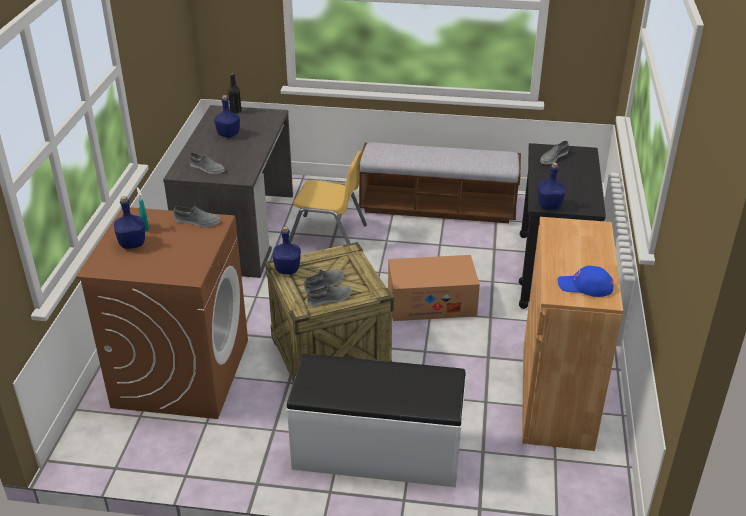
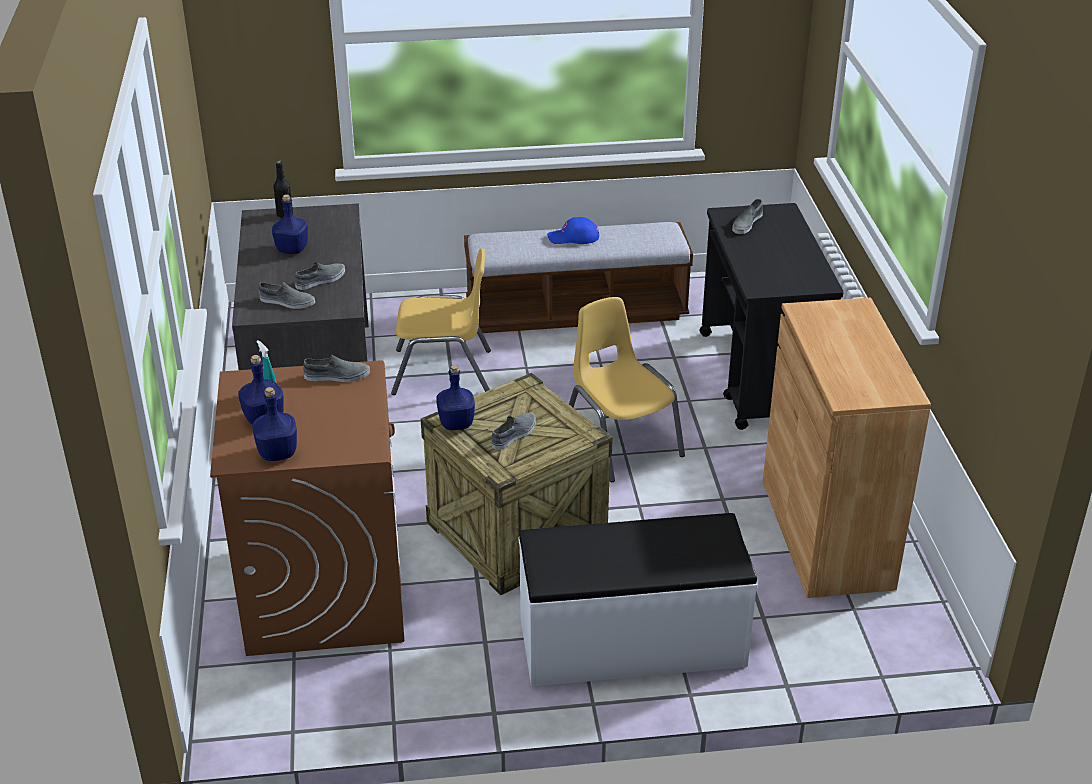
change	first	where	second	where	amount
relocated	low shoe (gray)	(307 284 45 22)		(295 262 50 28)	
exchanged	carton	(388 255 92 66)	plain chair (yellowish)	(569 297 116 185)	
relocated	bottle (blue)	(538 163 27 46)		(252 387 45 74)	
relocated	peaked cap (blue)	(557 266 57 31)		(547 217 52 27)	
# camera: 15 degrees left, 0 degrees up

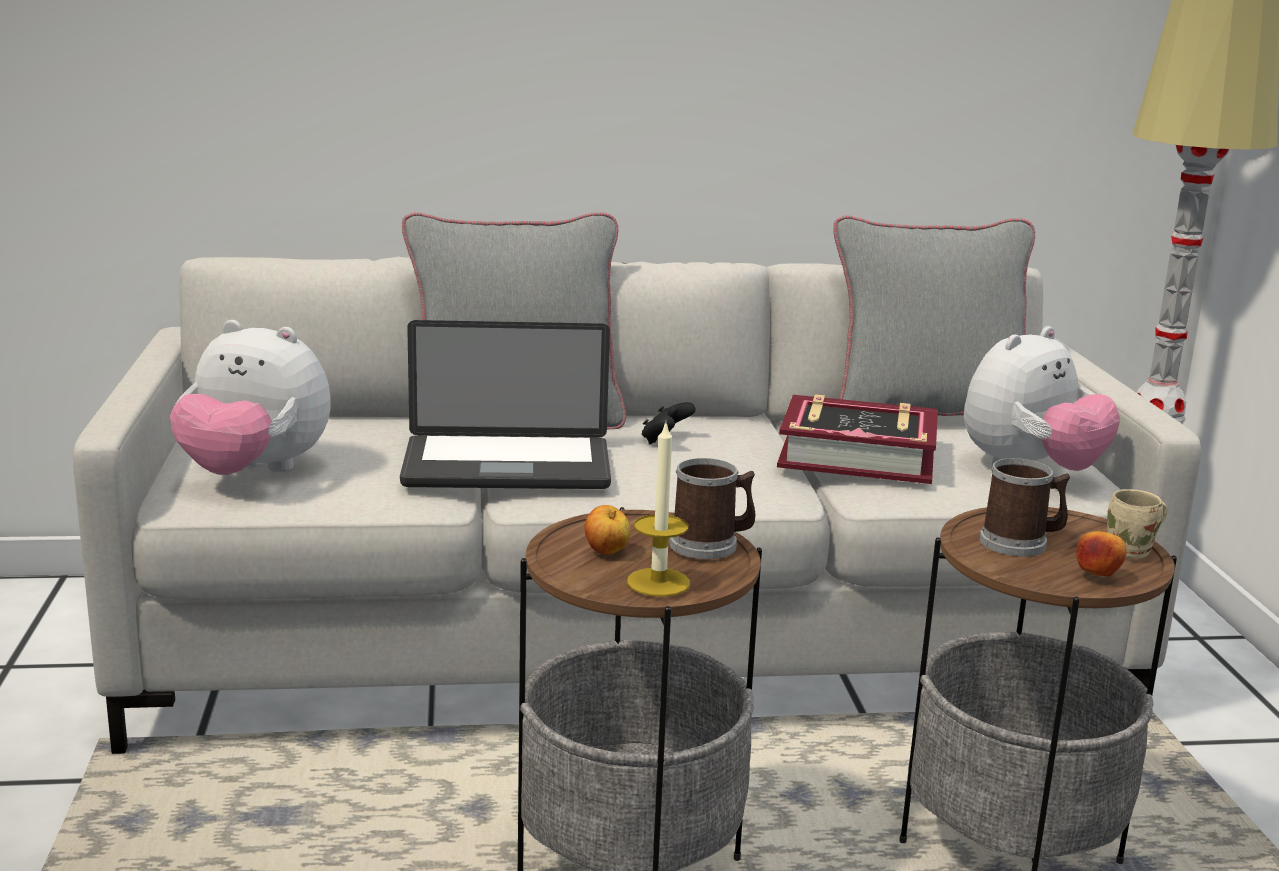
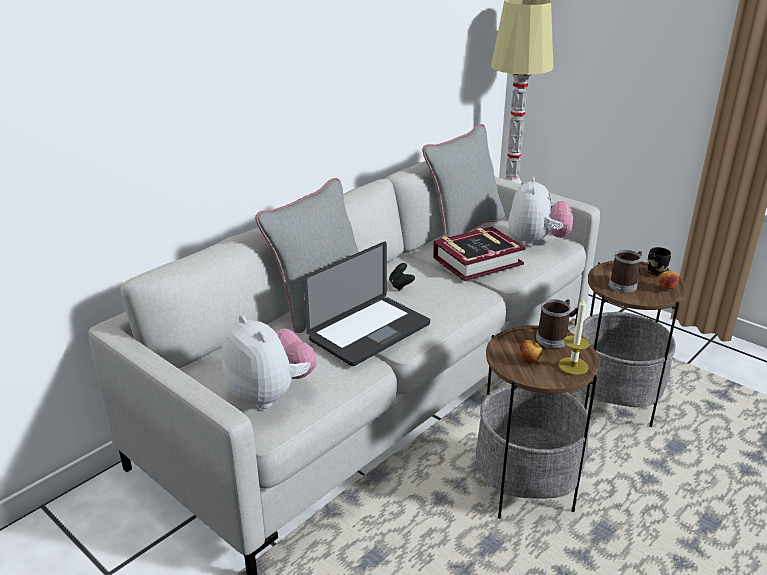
change	first	where	second	where	amount
spun	plush toy	(170 320 161 155)		(222 315 95 94)	105 degrees counterclockwise
colour	coffee mug (sand-coloured)	(1107 489 60 70)	coffee mug (black-coloured)	(648 247 23 29)	
# camera: 40 degrees left, 10 degrees up

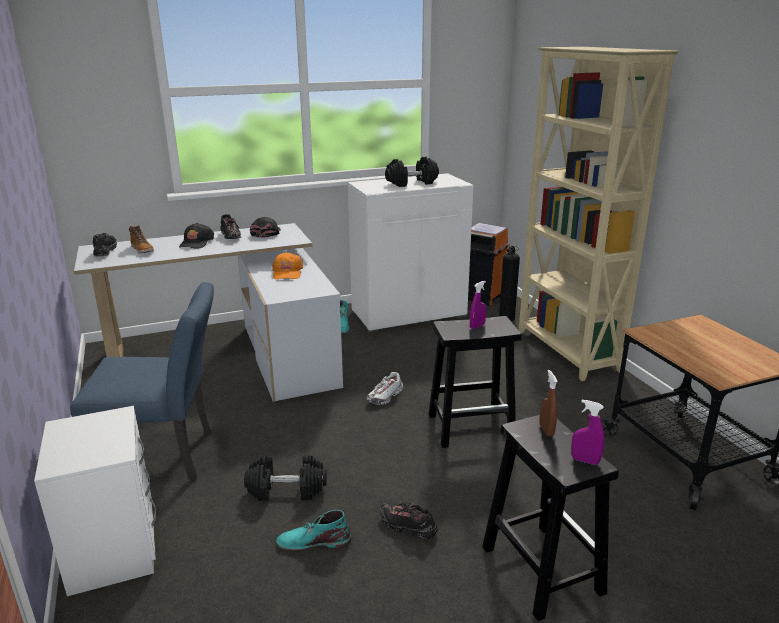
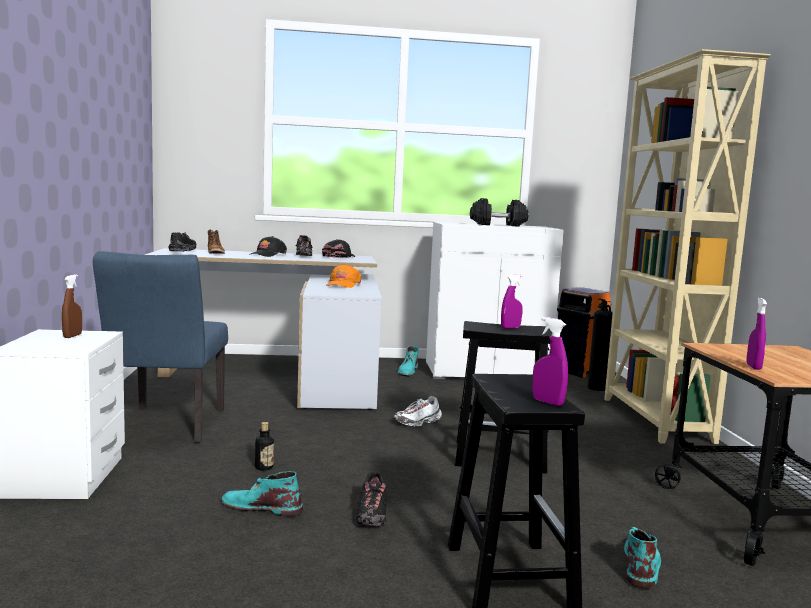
change	first	where	second	where	amount
spun	plain chair (blue)	(70 282 144 199)		(93 251 135 192)	75 degrees clockwise
exchanged	hand weight (black-coloured)	(244 455 83 46)	bottle	(255 422 19 49)	
spun	low shoe (black-coloured)	(379 503 59 37)		(356 472 31 54)	135 degrees counterclockwise
relocated	hand sprayer (brown-coloured)	(539 370 19 67)		(62 274 20 64)	
appeared			high-top boot (turquoise)	(624 527 37 61)	
appeared			hand sprayer (purplish)	(746 298 21 72)	
# camera: 15 degrees right, 15 degrees down

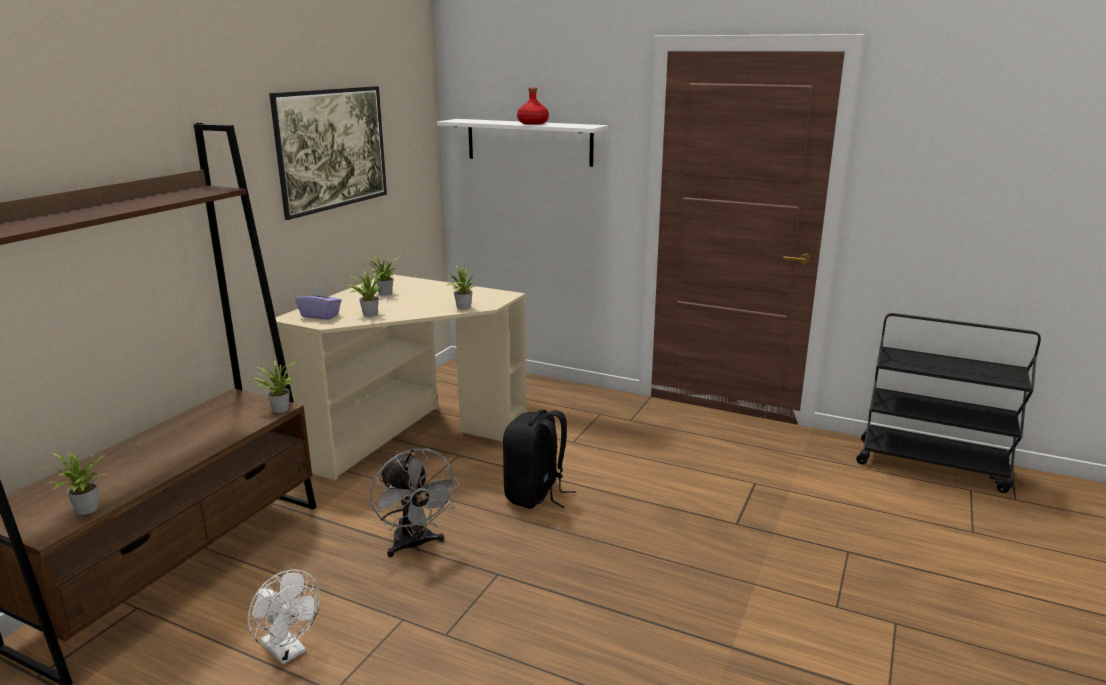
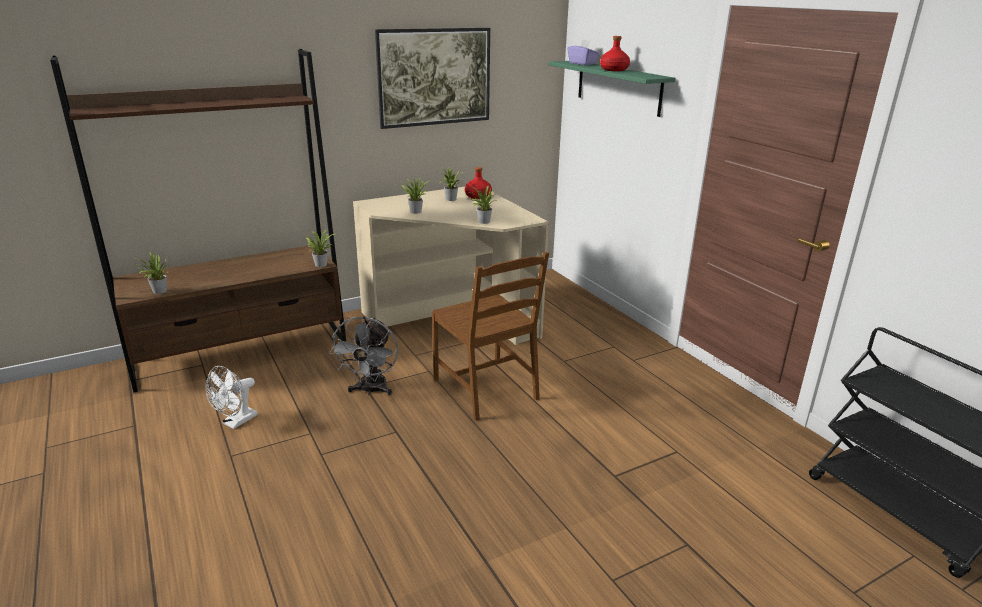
change	first	where	second	where	amount
spun	electric fan (whitish)	(248 570 72 95)		(205 366 53 63)	45 degrees clockwise
relocated	box of tissues (purplish)	(295 285 47 35)		(567 40 32 25)	
colour	shelf (whitish)	(437 119 171 48)	shelf (green-coloured)	(548 61 127 56)	
exchanged	backpack (black-coloured)	(503 410 73 99)	plain chair (brown-coloured)	(432 252 117 169)	
appeared			bottle (red-coloured)	(465 167 27 32)	
# camera: 35 degrees right, 5 degrees up

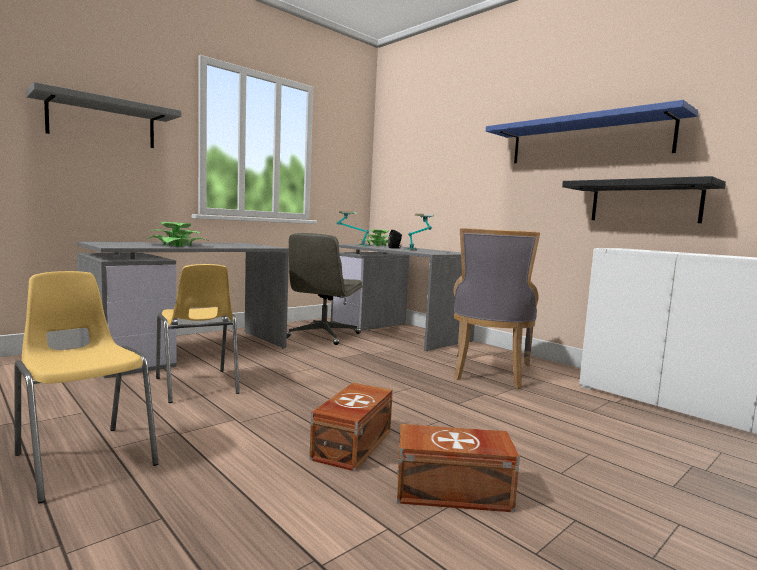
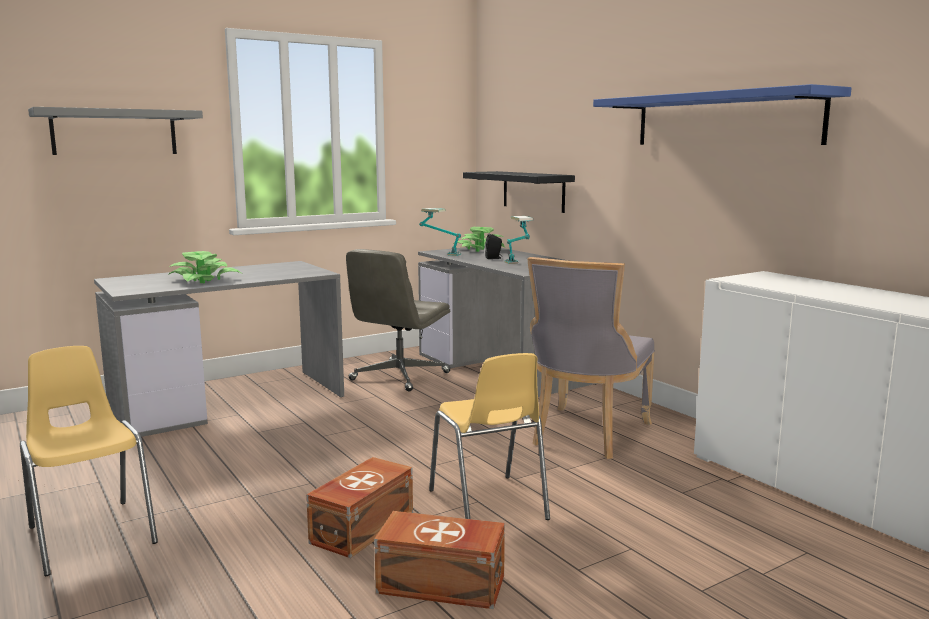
change	first	where	second	where	amount
relocated	plain chair (yellowish)	(156 264 84 139)		(429 353 121 167)	
relocated	shelf (black-coloured)	(562 176 164 47)		(463 171 112 42)	
# camera: 10 degrees right, 5 degrees up

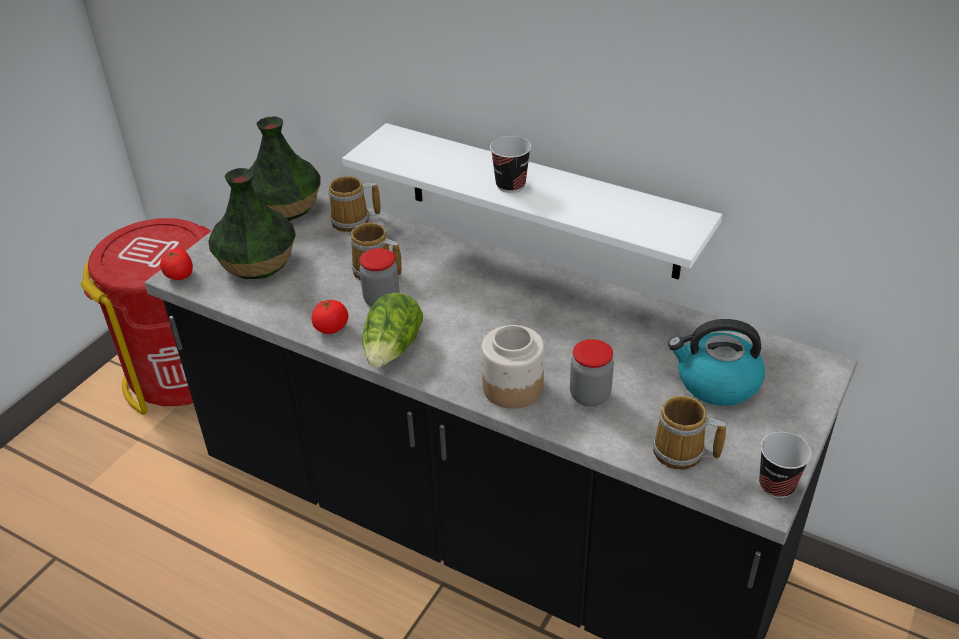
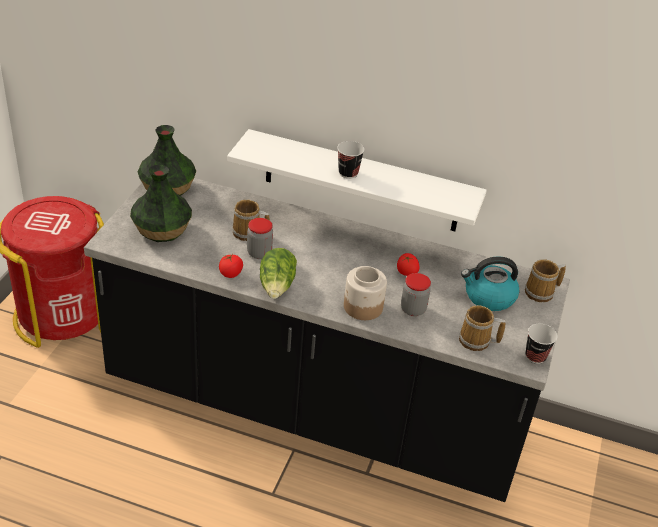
change	first	where	second	where	amount
relocated	tomato	(160 248 33 32)		(397 253 22 23)	
relocated	coffee mug	(328 176 52 56)		(525 259 41 43)	
# camera: 15 degrees left, 0 degrees up

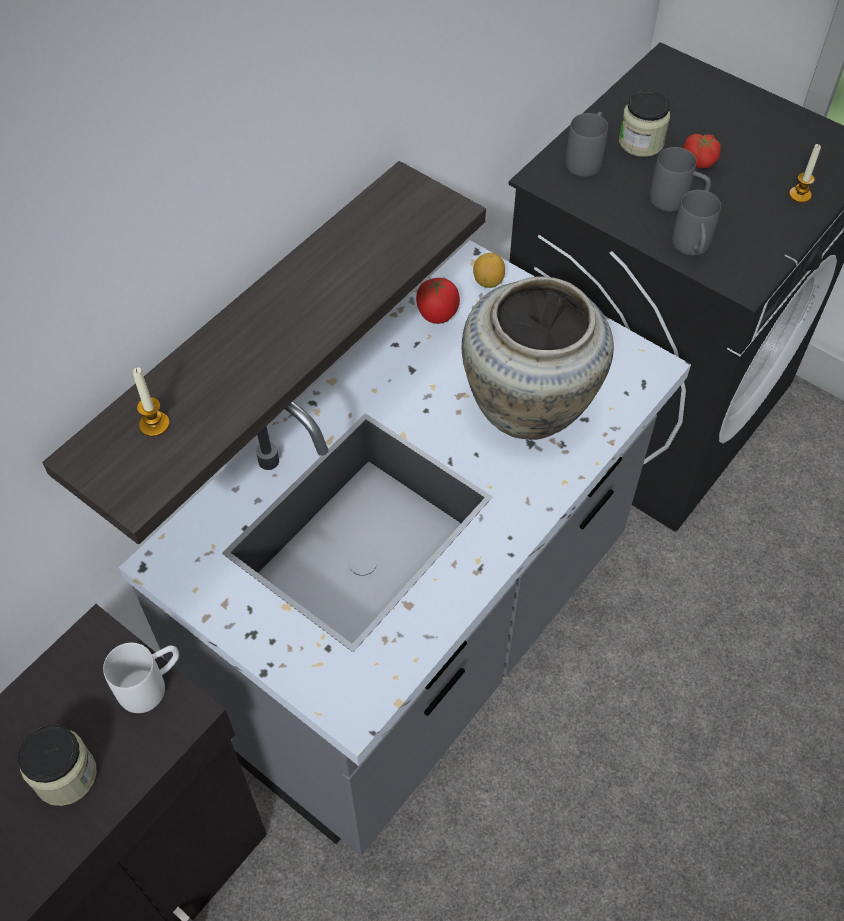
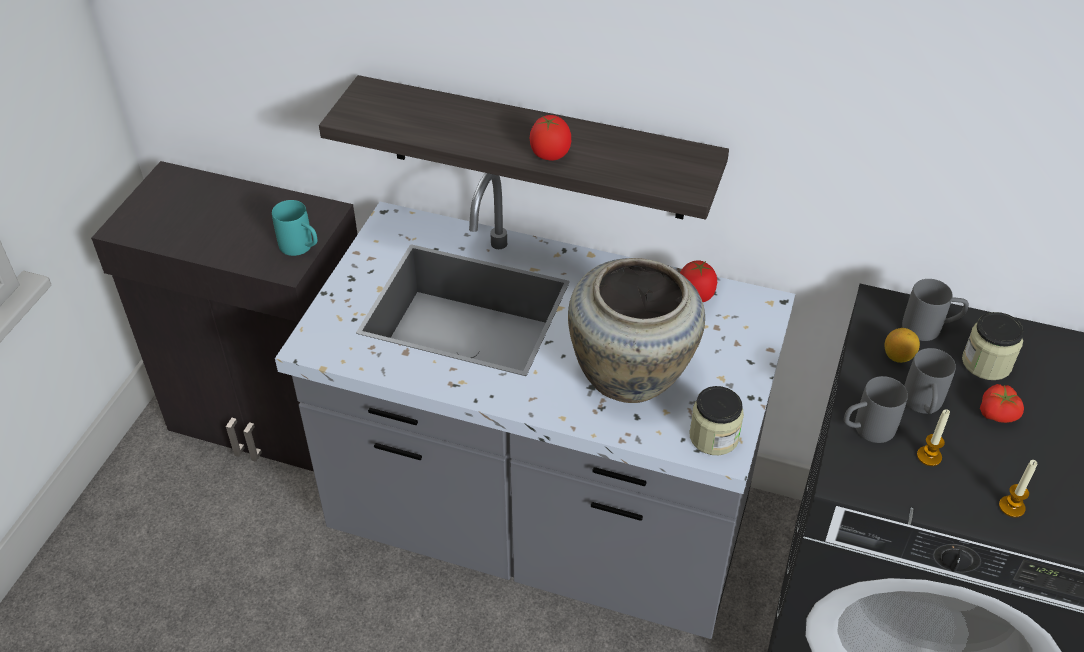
change	first	where	second	where	amount
relocated	storage jar	(18 725 79 81)		(690 386 54 69)	
colour	coffee mug (whitish)	(103 643 76 70)	coffee mug (turquoise)	(272 200 45 56)	
relocated	wax light	(133 367 37 70)		(917 409 33 57)	
relocated	citrus fruit	(473 253 32 35)		(884 328 36 35)	
appeared			tomato	(530 115 41 46)	
# camera: 70 degrees right, 10 degrees down

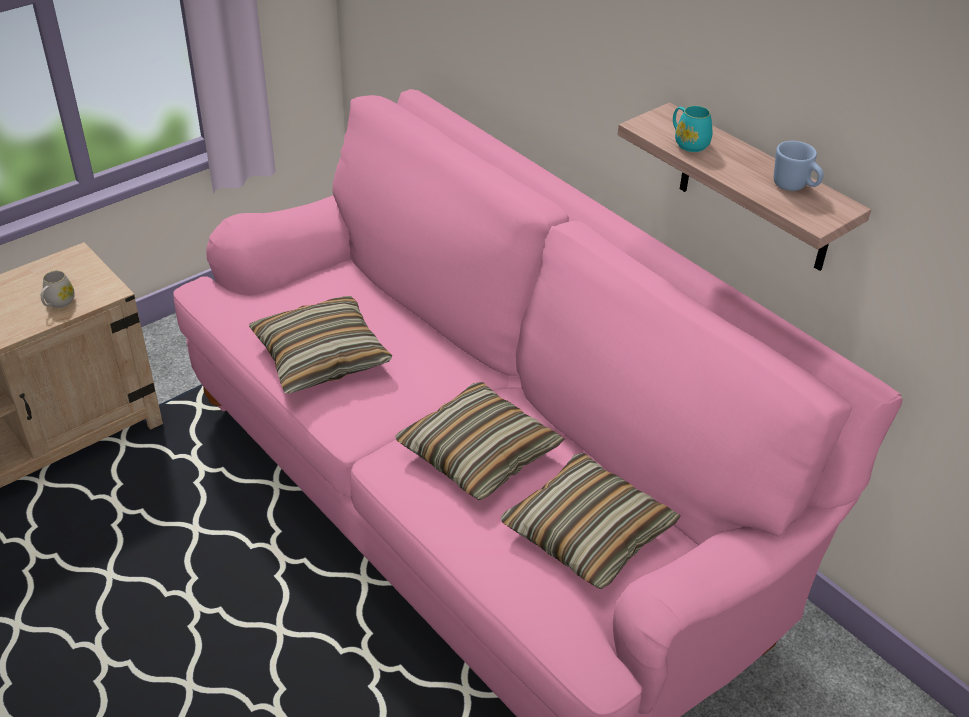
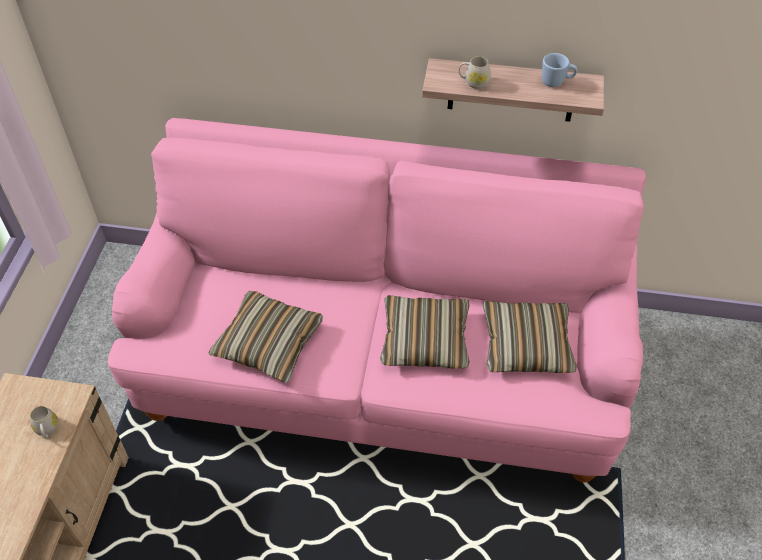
change	first	where	second	where	amount
colour	coffee mug (turquoise)	(673 106 39 46)	coffee mug (whitish)	(459 56 32 33)	
# camera: 40 degrees left, 10 degrees up

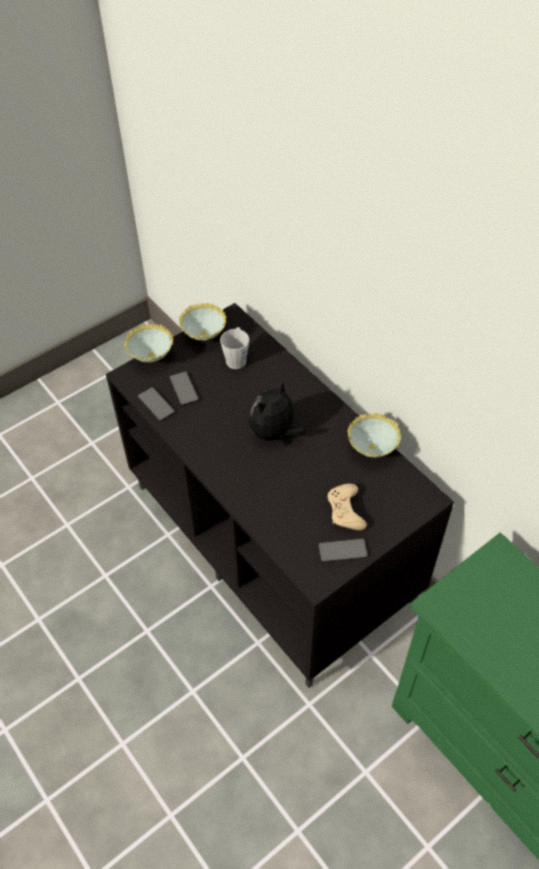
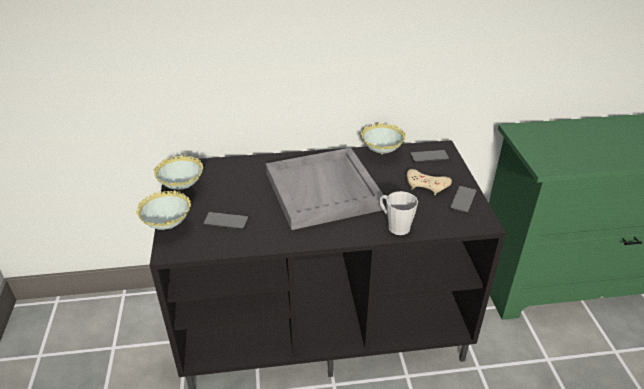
change	first	where	second	where	amount
relocated	telephone	(137 387 38 34)		(410 150 40 13)	
relocated	coffee mug (gray)	(220 327 29 42)		(379 191 39 44)	
exchanged	plush toy	(249 380 57 66)	carrying tray (gray)	(266 148 120 82)	
# camera: 60 degrees left, 15 degrees down

